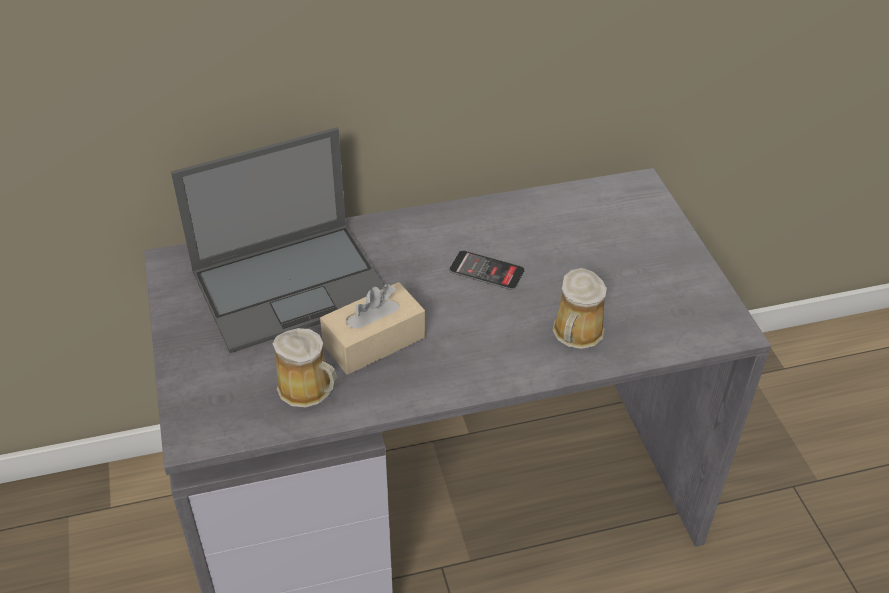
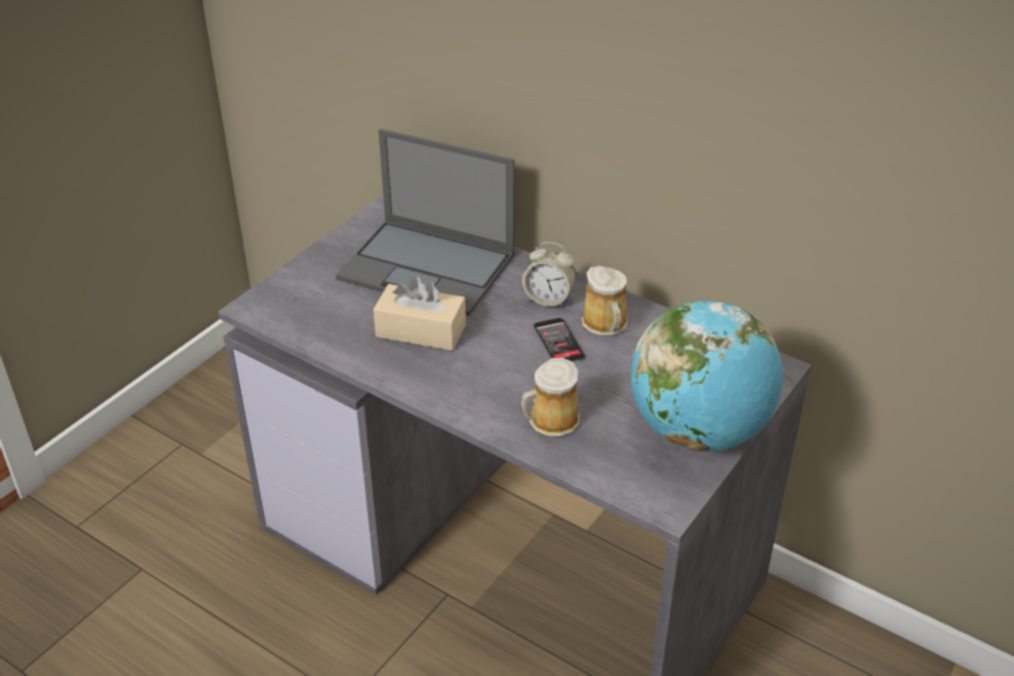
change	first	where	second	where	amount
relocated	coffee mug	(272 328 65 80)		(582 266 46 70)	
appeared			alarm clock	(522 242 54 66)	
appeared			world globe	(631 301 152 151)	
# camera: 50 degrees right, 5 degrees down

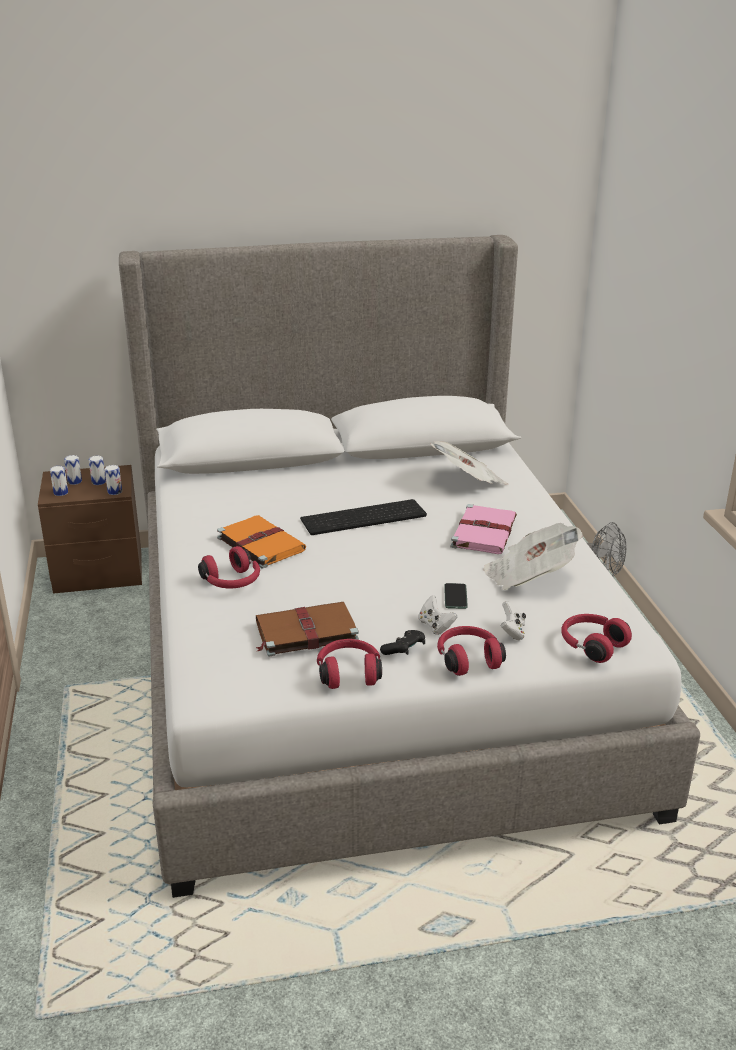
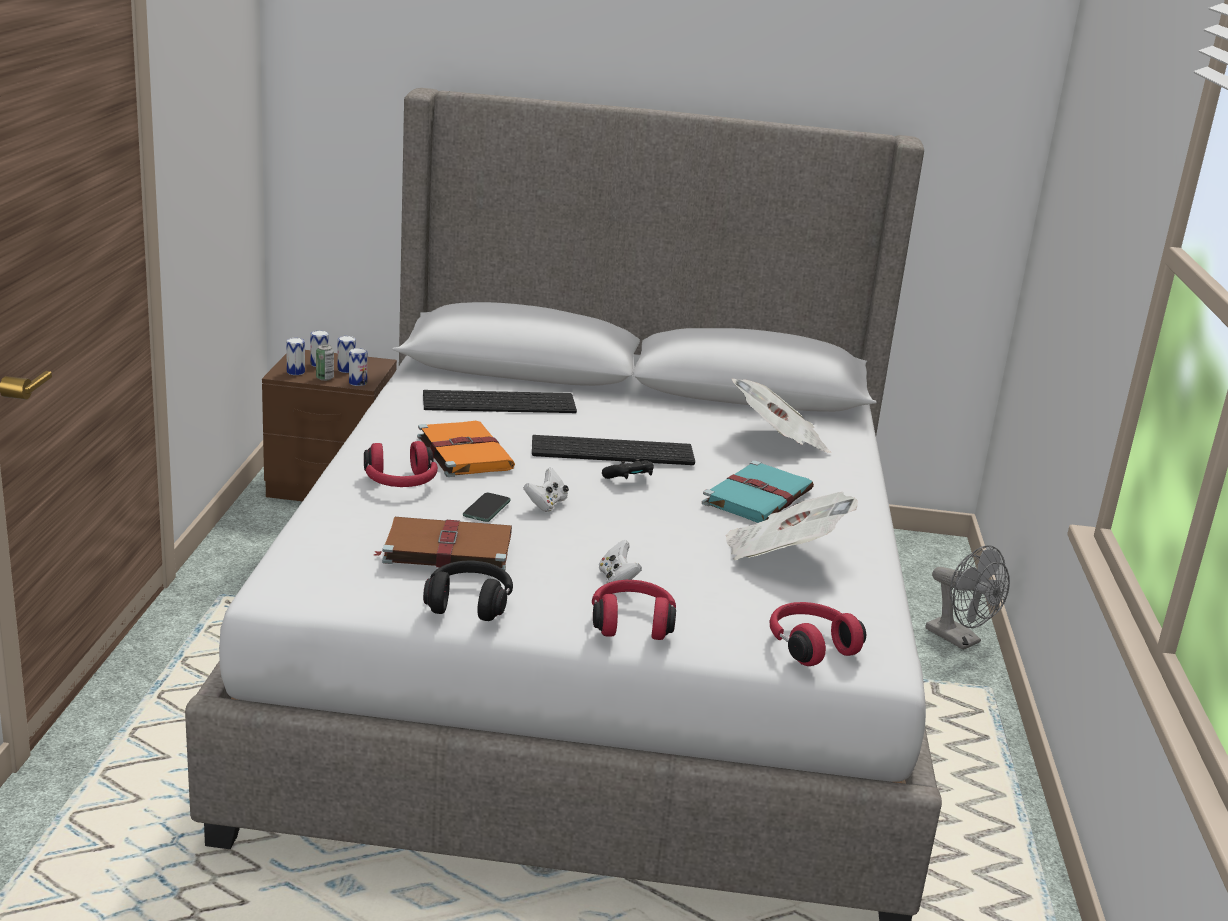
change	first	where	second	where	amount
colour	headphones (red-coloured)	(317 639 65 50)	headphones (black-coloured)	(423 560 90 61)	
relocated	gamepad (black-coloured)	(380 630 45 25)		(602 459 52 20)	
relocated	telephone	(444 583 24 26)		(463 493 47 29)	
colour	book (pink)	(450 504 67 50)	book (turquoise)	(702 460 112 63)	
relocated	gamepad (whitish)	(501 601 25 39)		(524 467 45 45)	
appeared			sealed can	(316 345 18 36)	
appeared			keyboard	(423 390 154 23)	
# camera: 15 degrees right, 5 degrees down

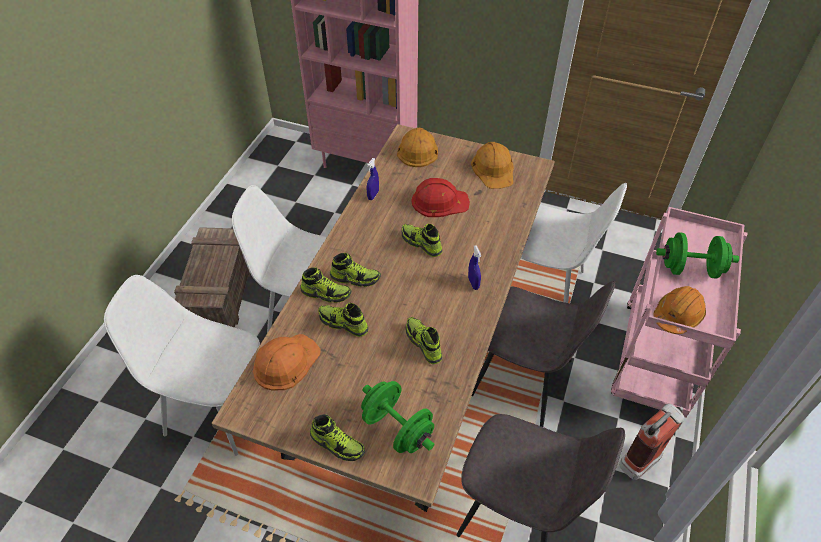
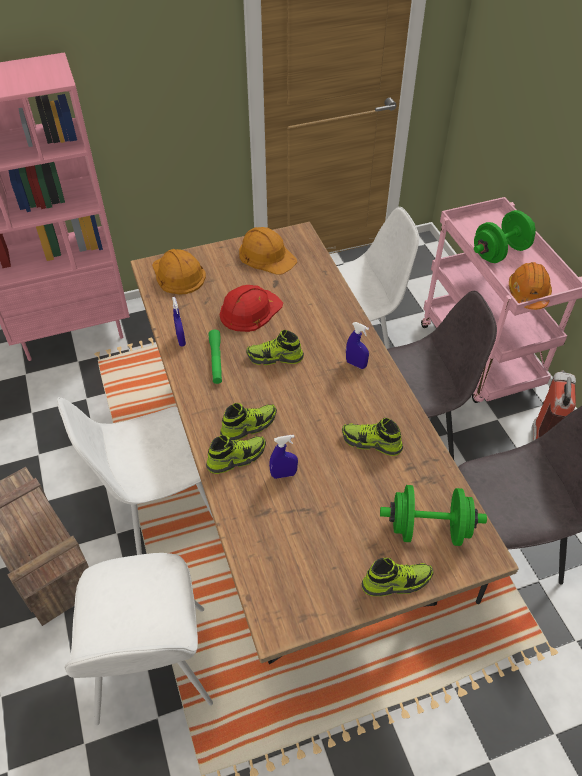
change	first	where	second	where	amount
spun	plain chair (whitish)	(104 275 156 181)		(64 553 149 172)	75 degrees counterclockwise
missing	hard hat (orange-coloured)	(253 334 68 57)			
exchanged	low shoe	(318 303 51 34)	hand sprayer (blue)	(269 435 29 44)	
appeared			hand torch (green-coloured)	(208 330 14 54)	
# camera: 40 degrees left, 0 degrees up

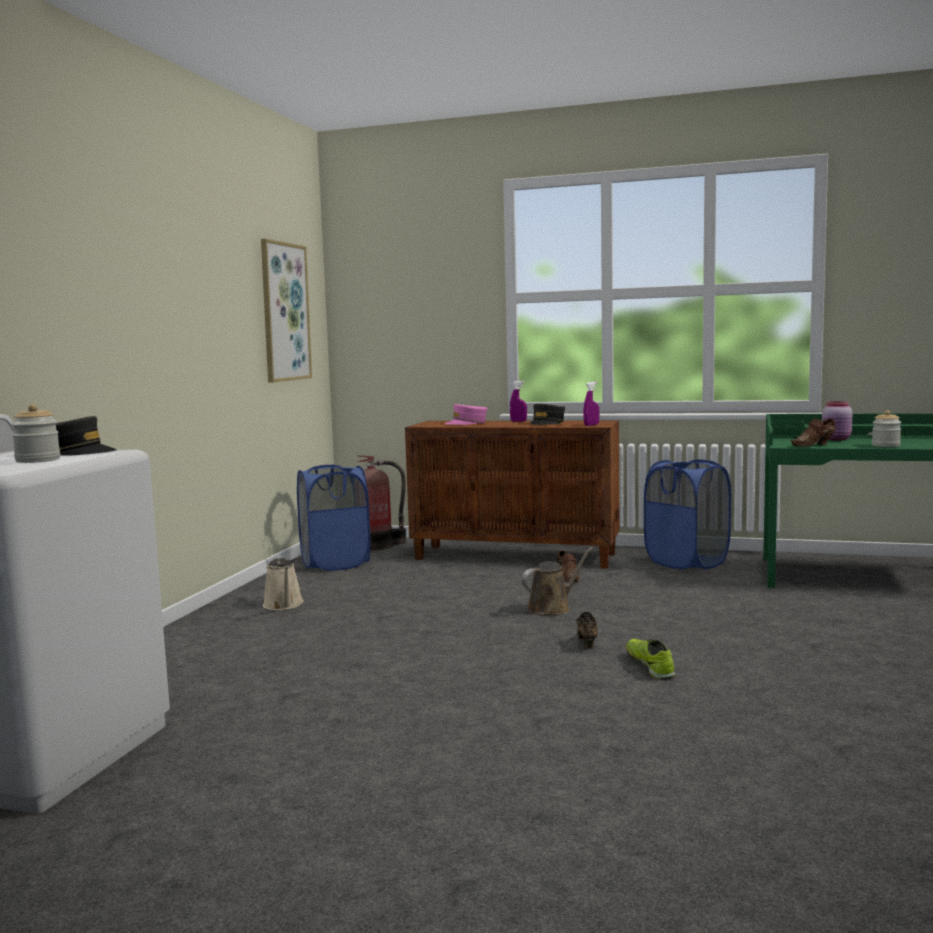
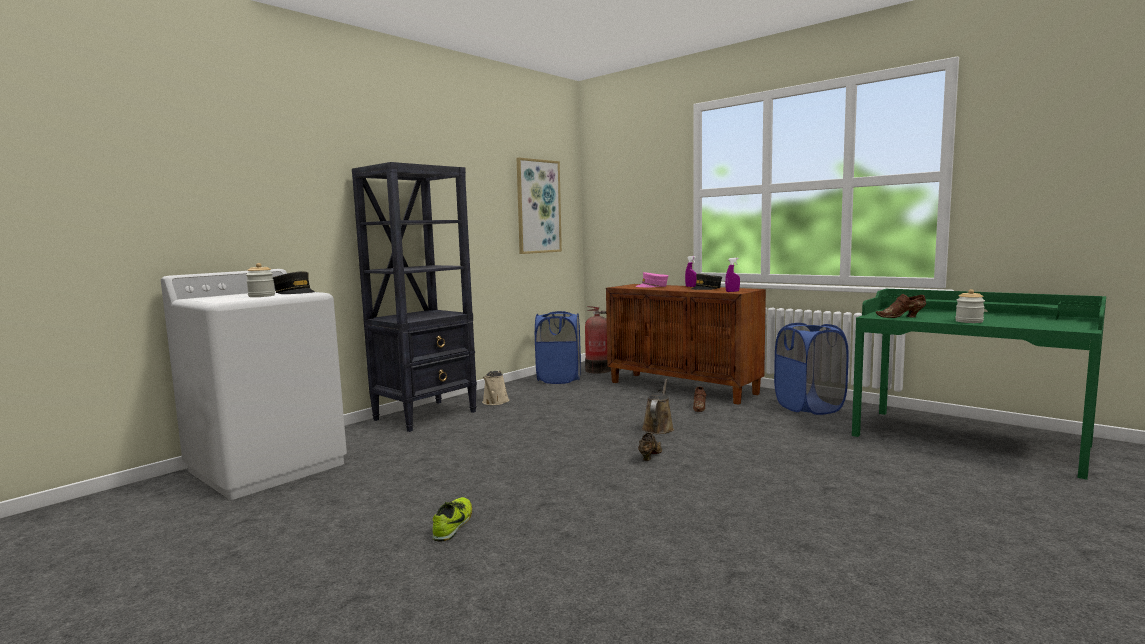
change	first	where	second	where	amount
spun	sprinkling can (brown-coloured)	(522 547 71 68)		(642 379 32 55)	60 degrees counterclockwise
relocated	low shoe	(626 639 49 41)		(432 497 40 44)	
missing	storage jar (pink)	(822 401 30 40)			
appeared			shelving unit (black-coloured)	(352 162 125 270)	
# camera: 25 degrees right, 0 degrees up

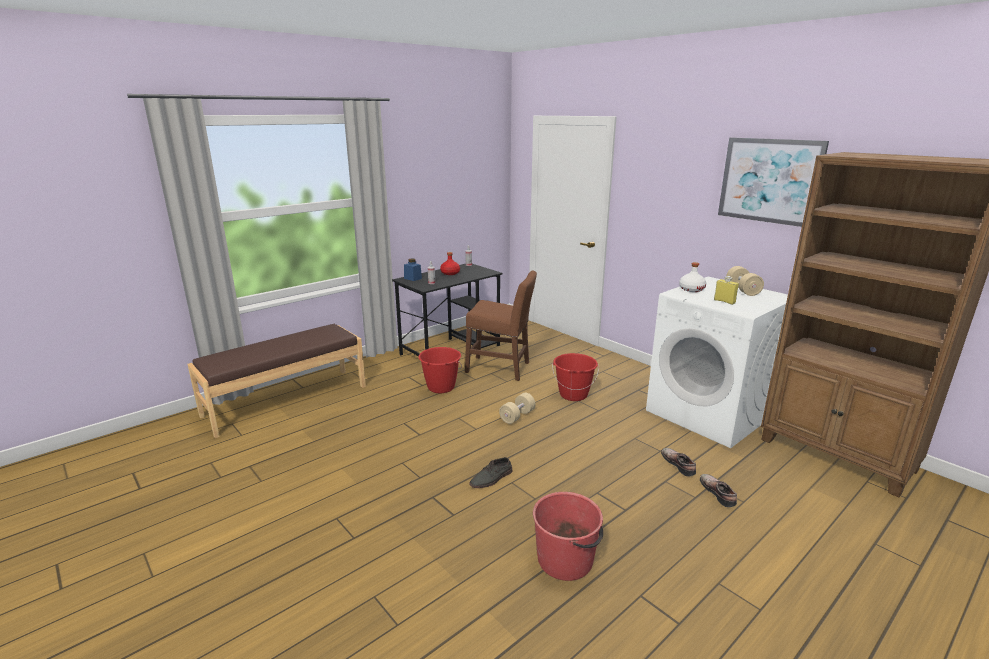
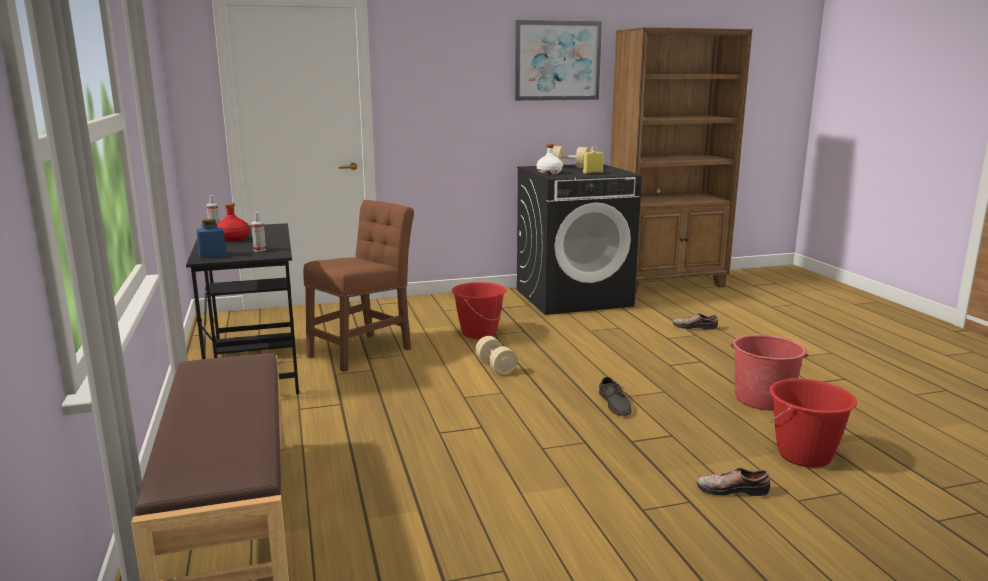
change	first	where	second	where	amount
relocated	bucket (red-coloured)	(418 347 44 46)		(770 379 87 89)	
colour	laundry appliance (whitish)	(646 277 142 171)	laundry appliance (black-coloured)	(517 164 125 151)	
relocated	low shoe	(661 448 35 28)		(697 468 73 28)	
# camera: 65 degrees left, 5 degrees down

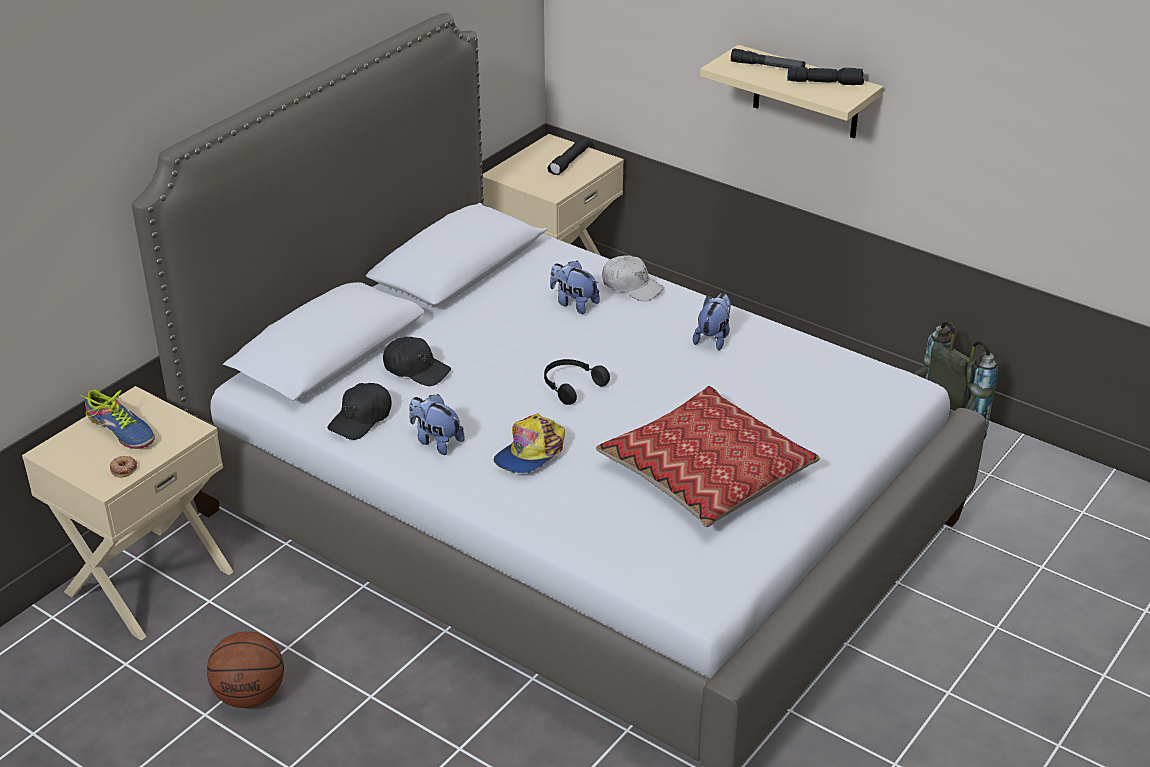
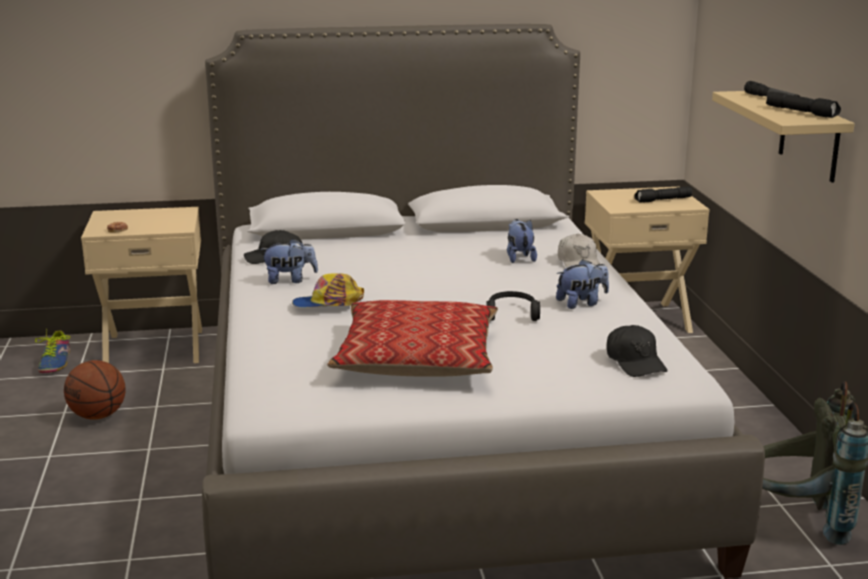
change	first	where	second	where	amount
relocated	low shoe	(80 389 75 60)		(35 329 36 44)	
relocated	peaked cap (black-coloured)	(383 337 68 49)		(607 325 61 52)	
spun	plush toy	(409 394 56 61)		(260 239 58 45)	90 degrees clockwise
relocated	headphones (black-coloured)	(544 359 66 46)		(486 291 54 30)	
# camera: 45 degrees right, 15 degrees down

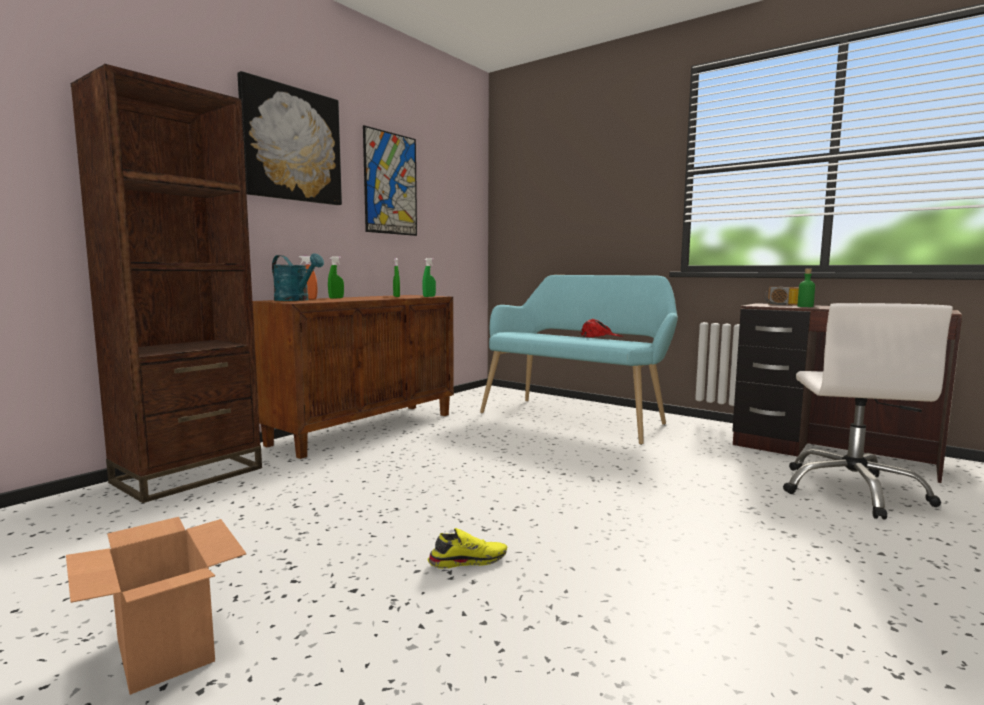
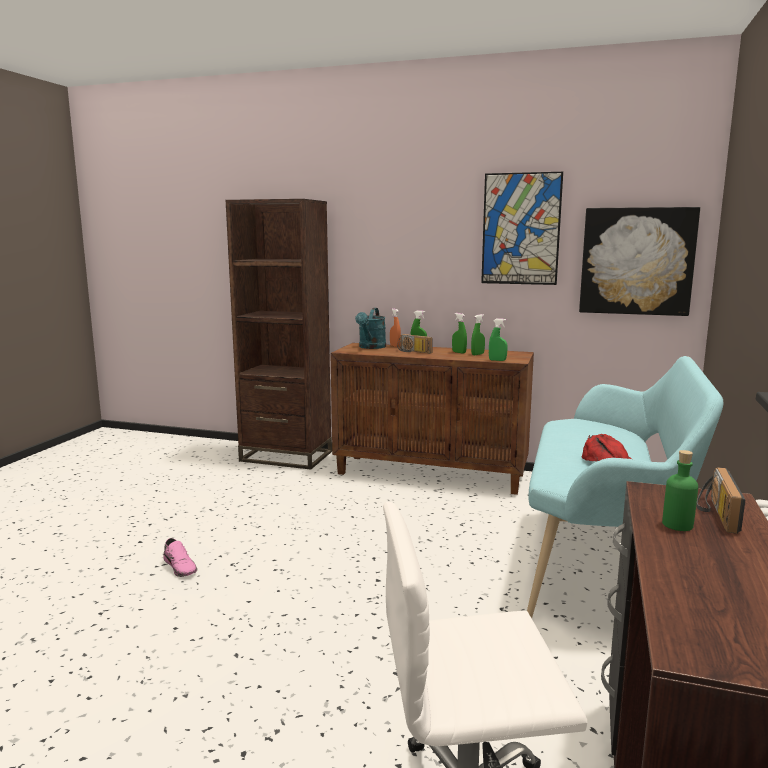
change	first	where	second	where	amount
missing	carton	(66 517 181 178)			
relocated	wall picture	(237 71 105 134)		(579 207 121 109)	
colour	low shoe (yellowish)	(427 528 80 41)	low shoe (pink)	(163 538 34 39)	
appeared			radio receiver	(397 334 36 20)	
appeared			hand sprayer (green-coloured)	(452 313 15 41)	
# camera: 70 degrees right, 5 degrees up

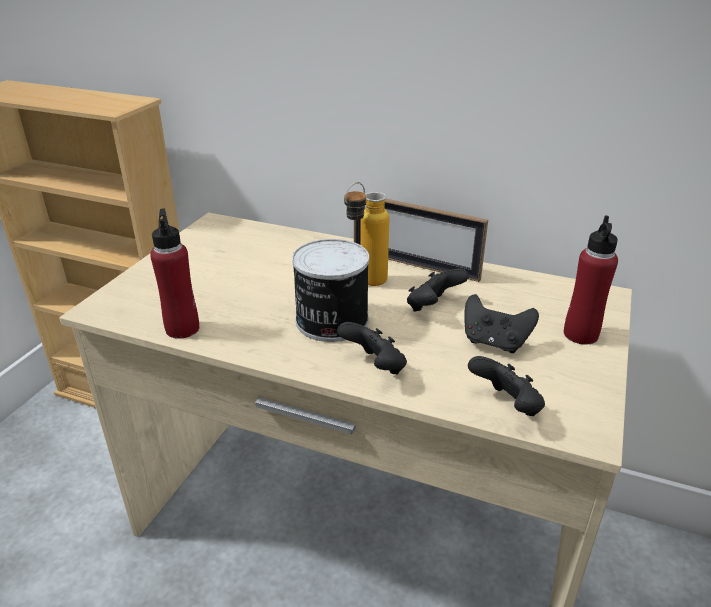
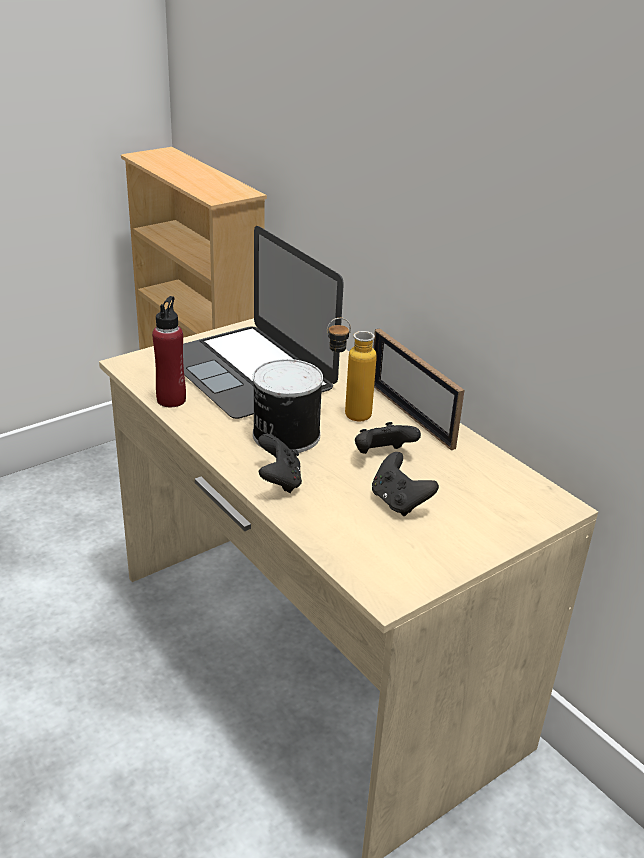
change	first	where	second	where	amount
missing	gamepad (black-coloured)	(468 356 77 60)			
missing	bottle (red-coloured)	(564 215 54 130)			
appeared			portable computer	(183 226 161 193)	
# camera: 30 degrees right, 0 degrees up

